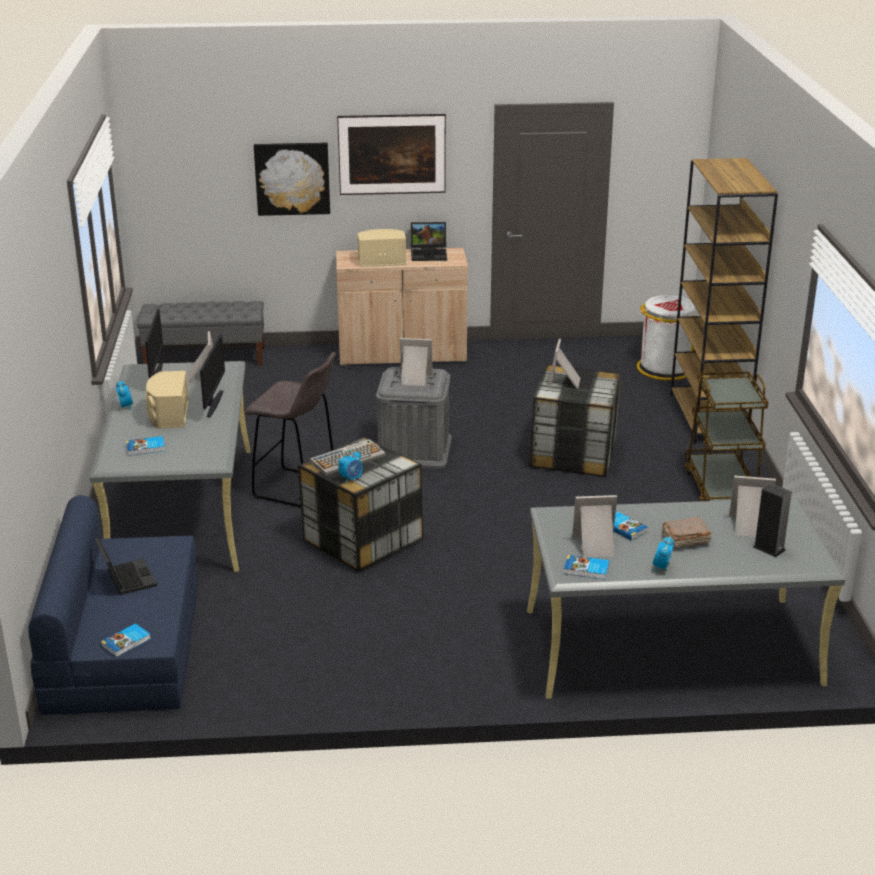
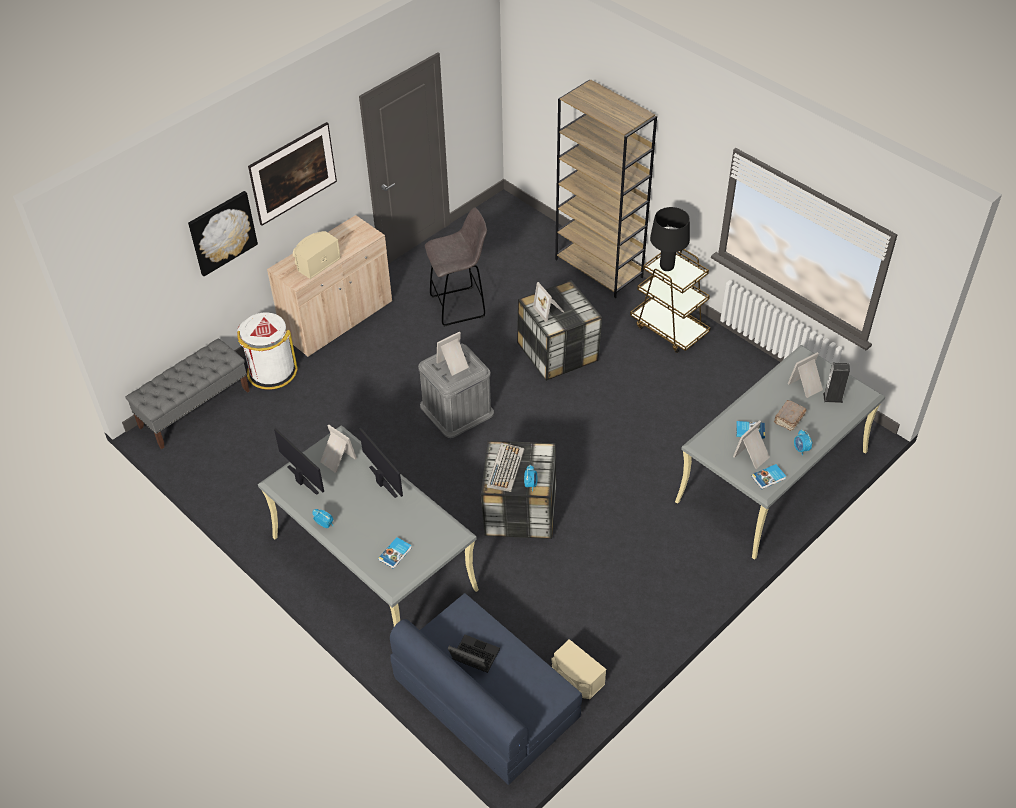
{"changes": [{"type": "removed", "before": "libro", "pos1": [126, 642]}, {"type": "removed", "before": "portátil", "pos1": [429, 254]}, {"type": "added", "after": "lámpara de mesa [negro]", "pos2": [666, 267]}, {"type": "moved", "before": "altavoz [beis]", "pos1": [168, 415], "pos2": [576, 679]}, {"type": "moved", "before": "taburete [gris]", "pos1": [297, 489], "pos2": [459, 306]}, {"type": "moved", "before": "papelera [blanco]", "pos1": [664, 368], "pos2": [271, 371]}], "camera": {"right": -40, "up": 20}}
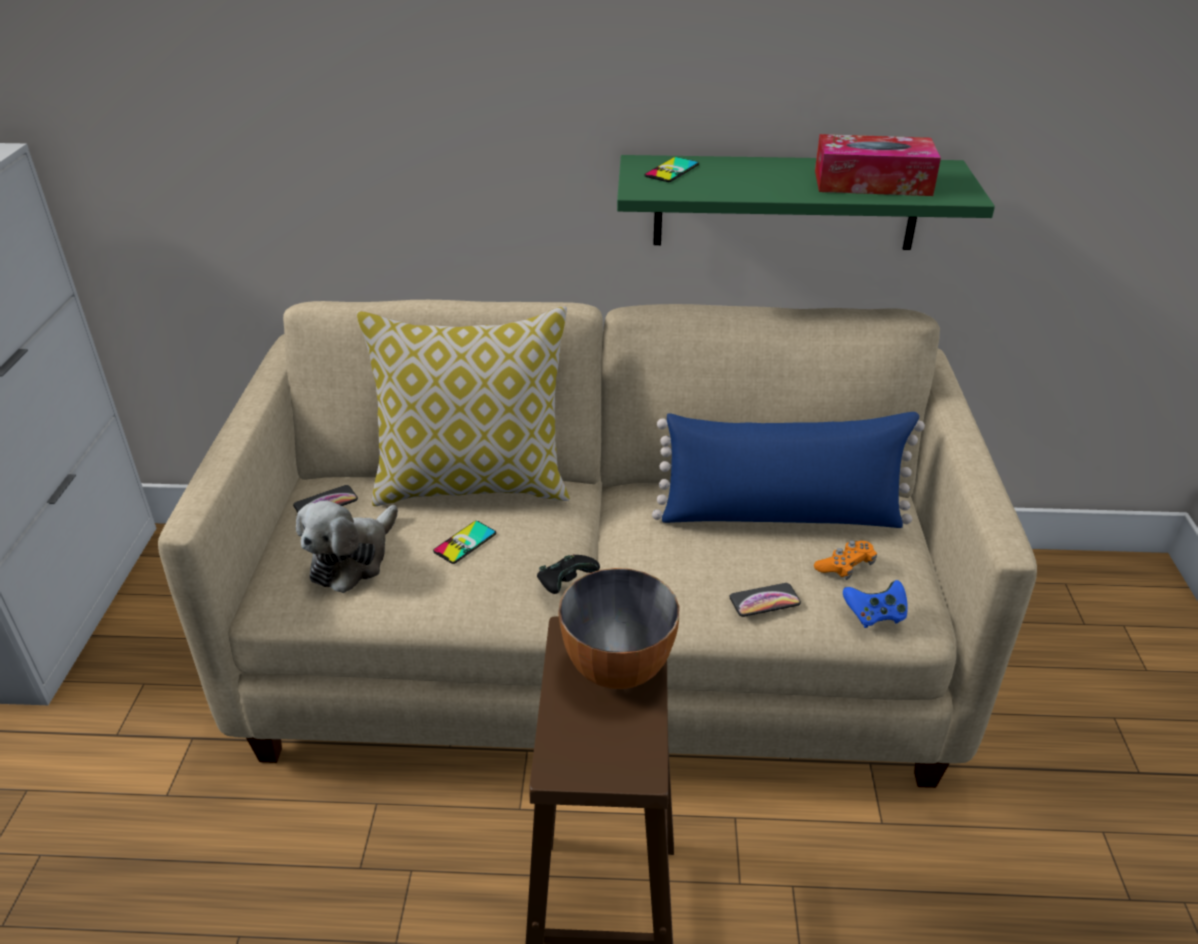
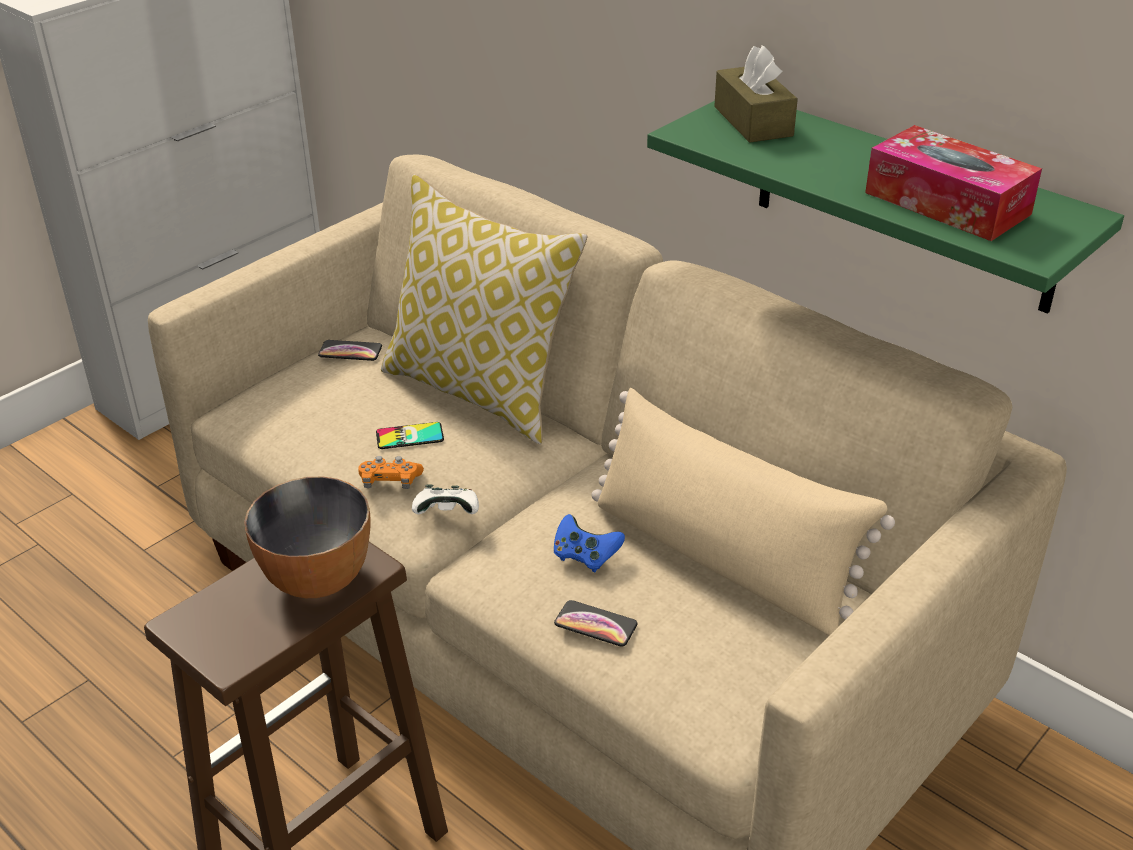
{"changes": [{"type": "removed", "before": "peluche", "pos1": [352, 559]}, {"type": "moved", "before": "mando de consola [naranja]", "pos1": [845, 567], "pos2": [390, 481]}, {"type": "moved", "before": "mando de consola [azul]", "pos1": [874, 615], "pos2": [585, 556]}, {"type": "replaced", "before": "móvil", "after": "caja de pañuelos [marrón]", "pos1": [672, 170], "pos2": [753, 121]}, {"type": "recoloured", "before": "mando de consola [negro]", "after": "mando de consola [blanco]", "pos1": [566, 584], "pos2": [448, 514]}, {"type": "recoloured", "before": "cojín [azul]", "after": "cojín [beis]", "pos1": [781, 516], "pos2": [722, 560]}], "camera": {"right": 40, "up": 0}}
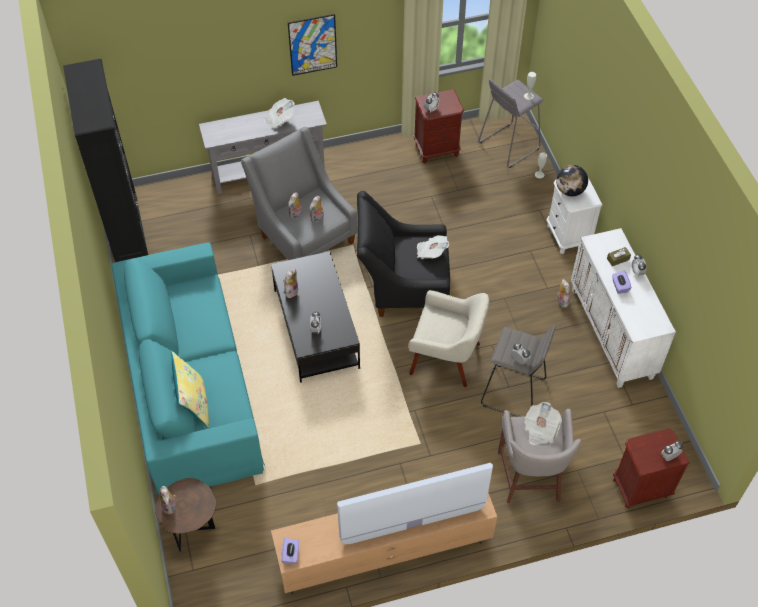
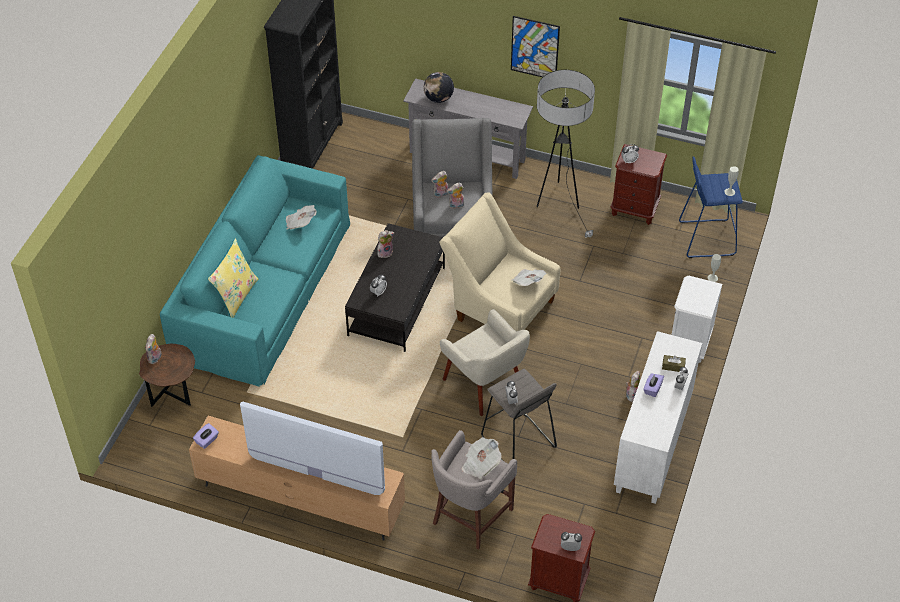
{"changes": [{"type": "added", "after": "lámpara de pie", "pos2": [559, 203]}, {"type": "moved", "before": "periódico", "pos1": [279, 119], "pos2": [300, 223]}, {"type": "moved", "before": "globo terráqueo", "pos1": [569, 191], "pos2": [438, 98]}, {"type": "recoloured", "before": "sillón [negro]", "after": "sillón [beis]", "pos1": [402, 287], "pos2": [499, 307]}, {"type": "recoloured", "before": "taburete [gris]", "after": "taburete [azul]", "pos1": [508, 145], "pos2": [706, 238]}], "camera": {"right": 35, "up": -5}}
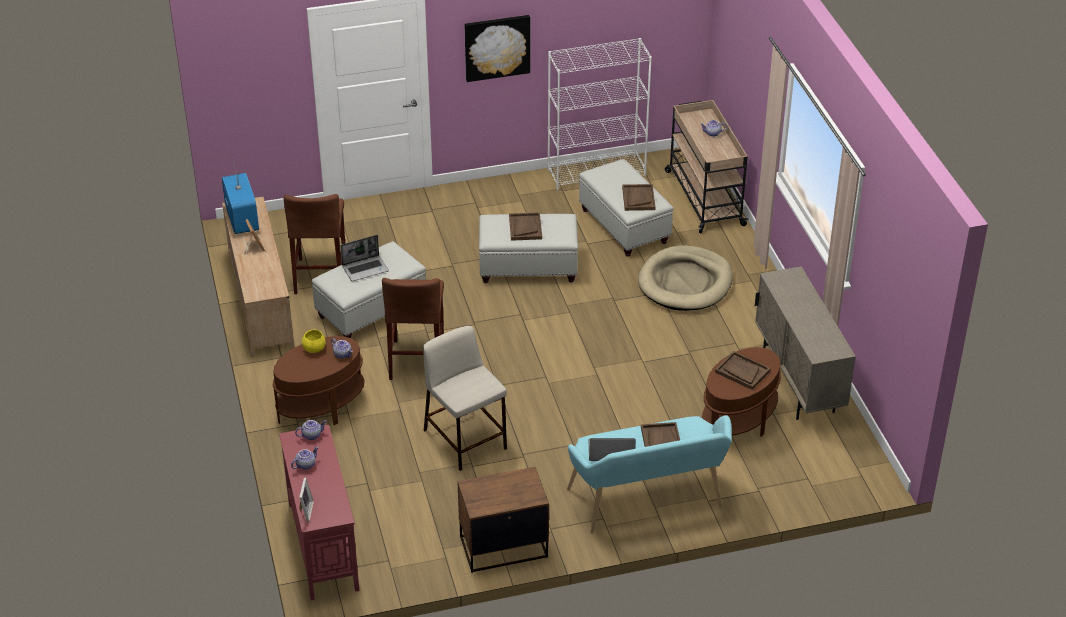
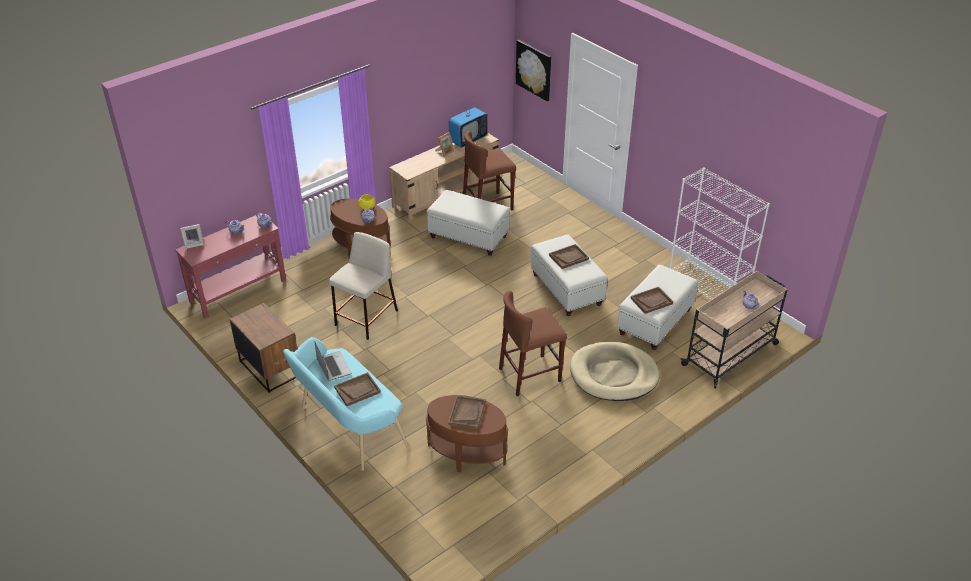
{"changes": [{"type": "removed", "before": "portátil", "pos1": [365, 269]}, {"type": "removed", "before": "armario [beis]", "pos1": [798, 384]}, {"type": "moved", "before": "taburete [marrón]", "pos1": [417, 360], "pos2": [530, 375]}, {"type": "moved", "before": "cuadro", "pos1": [497, 47], "pos2": [534, 70]}], "camera": {"right": 65, "up": 0}}
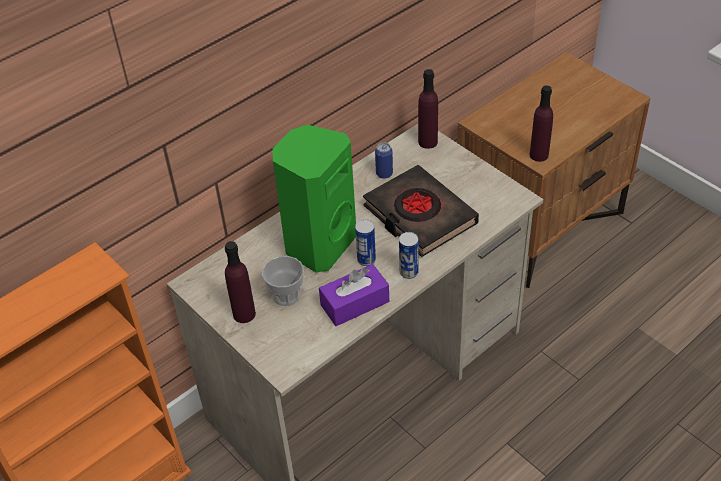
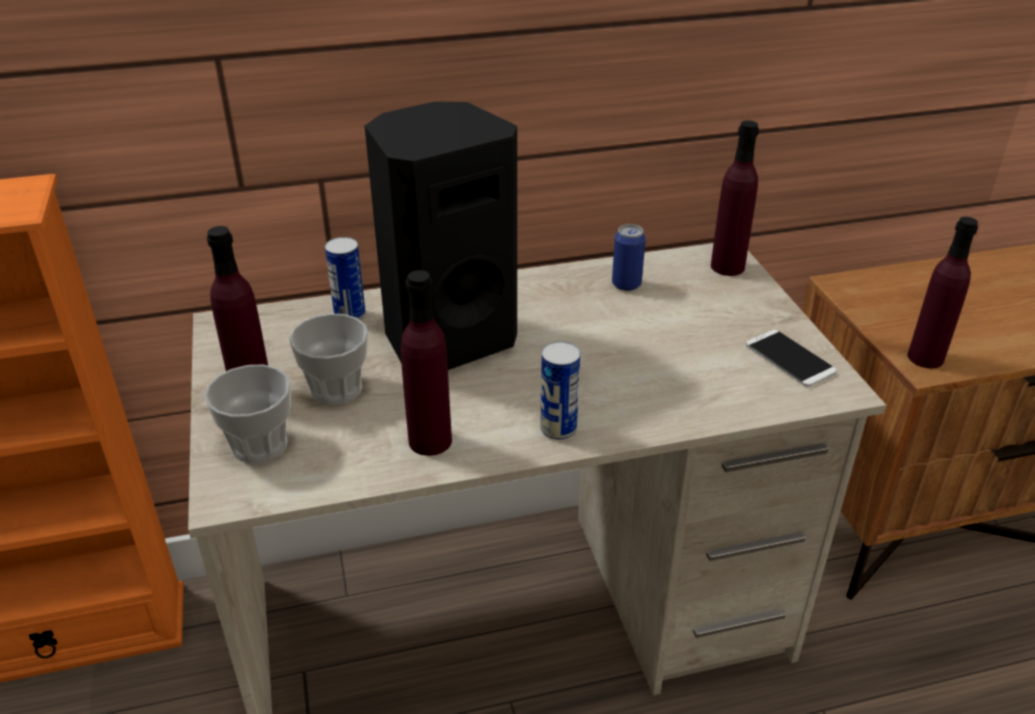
{"changes": [{"type": "removed", "before": "libro [negro]", "pos1": [419, 216]}, {"type": "added", "after": "taza", "pos2": [259, 445]}, {"type": "added", "after": "móvil", "pos2": [789, 359]}, {"type": "moved", "before": "lata", "pos1": [366, 259], "pos2": [350, 316]}, {"type": "replaced", "before": "caja de pañuelos [morado]", "after": "botella [morado]", "pos1": [355, 303], "pos2": [430, 441]}, {"type": "recoloured", "before": "altavoz [verde]", "after": "altavoz [negro]", "pos1": [318, 244], "pos2": [447, 339]}], "camera": {"right": 25, "up": -10}}
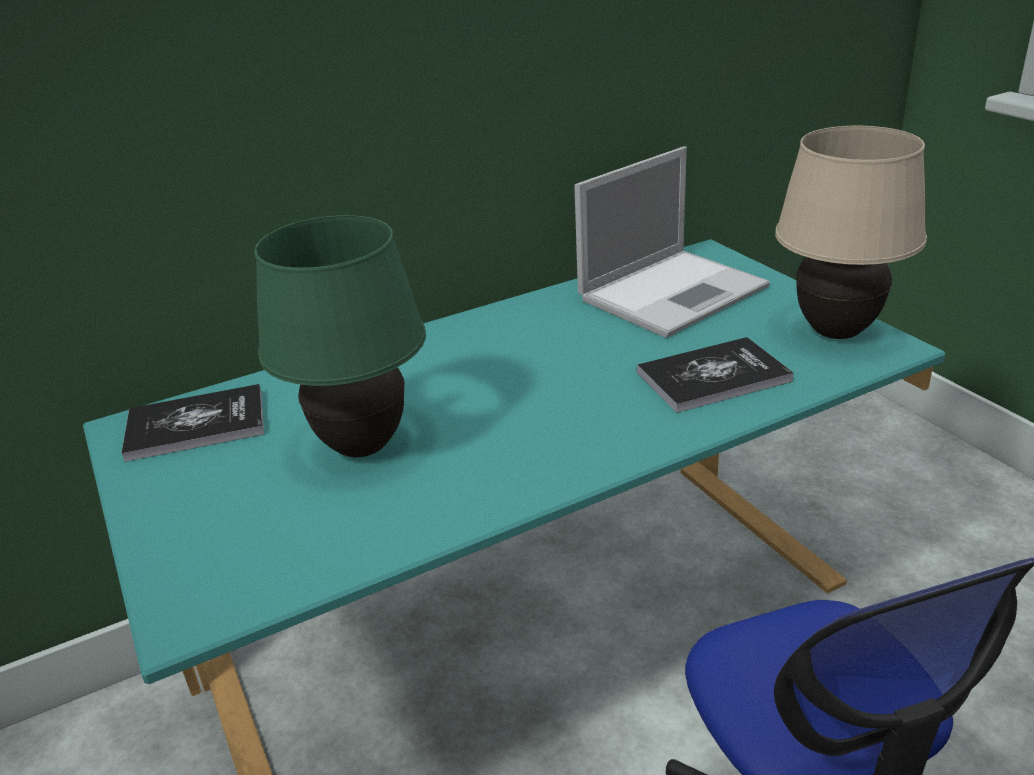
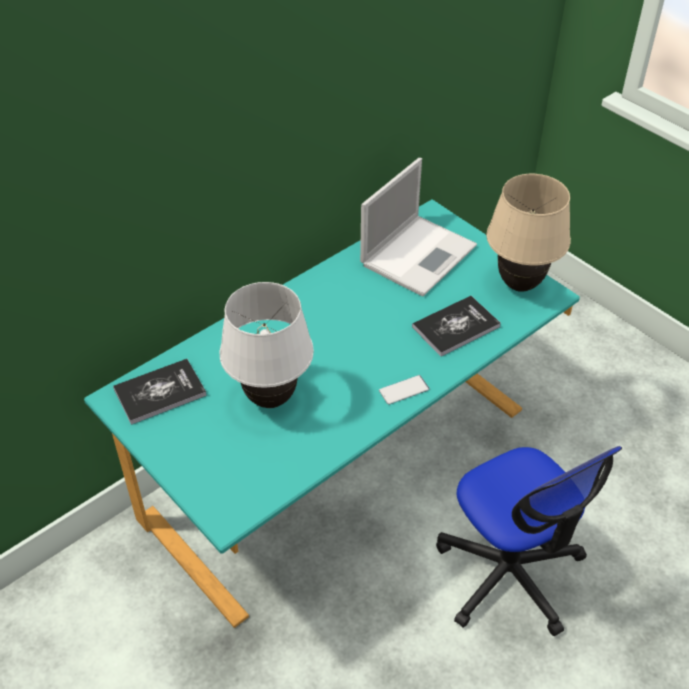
{"changes": [{"type": "added", "after": "móvil", "pos2": [404, 390]}, {"type": "recoloured", "before": "lámpara de mesa [verde]", "after": "lámpara de mesa [blanco]", "pos1": [361, 447], "pos2": [270, 399]}], "camera": {"right": -15, "up": 15}}
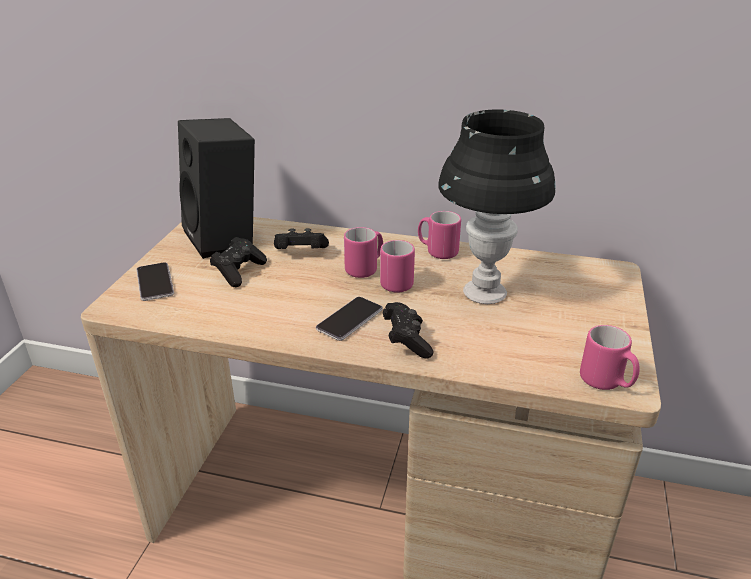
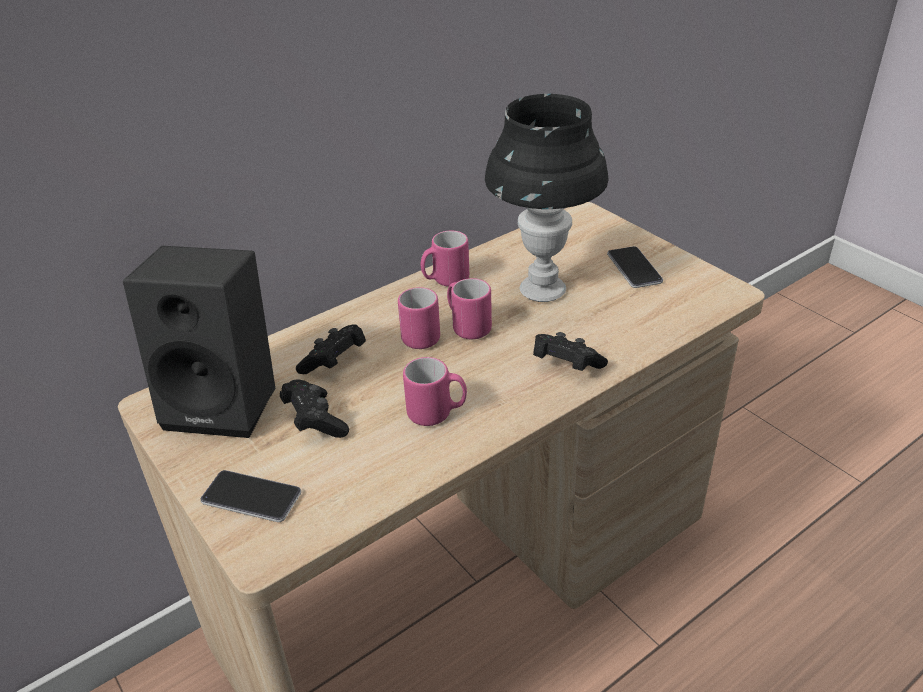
{"changes": [{"type": "moved", "before": "móvil", "pos1": [349, 319], "pos2": [634, 268]}, {"type": "moved", "before": "taza grande [rosa]", "pos1": [606, 383], "pos2": [437, 413]}], "camera": {"right": -50, "up": 5}}
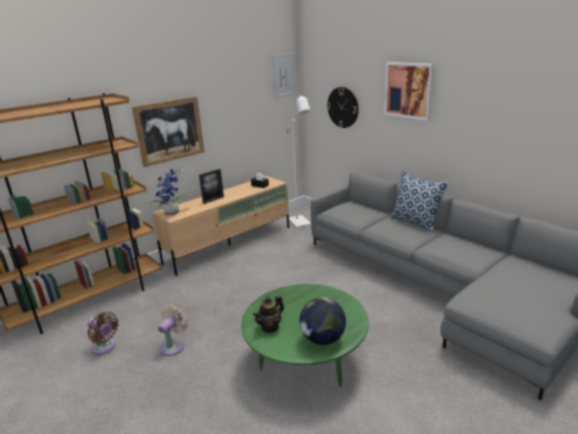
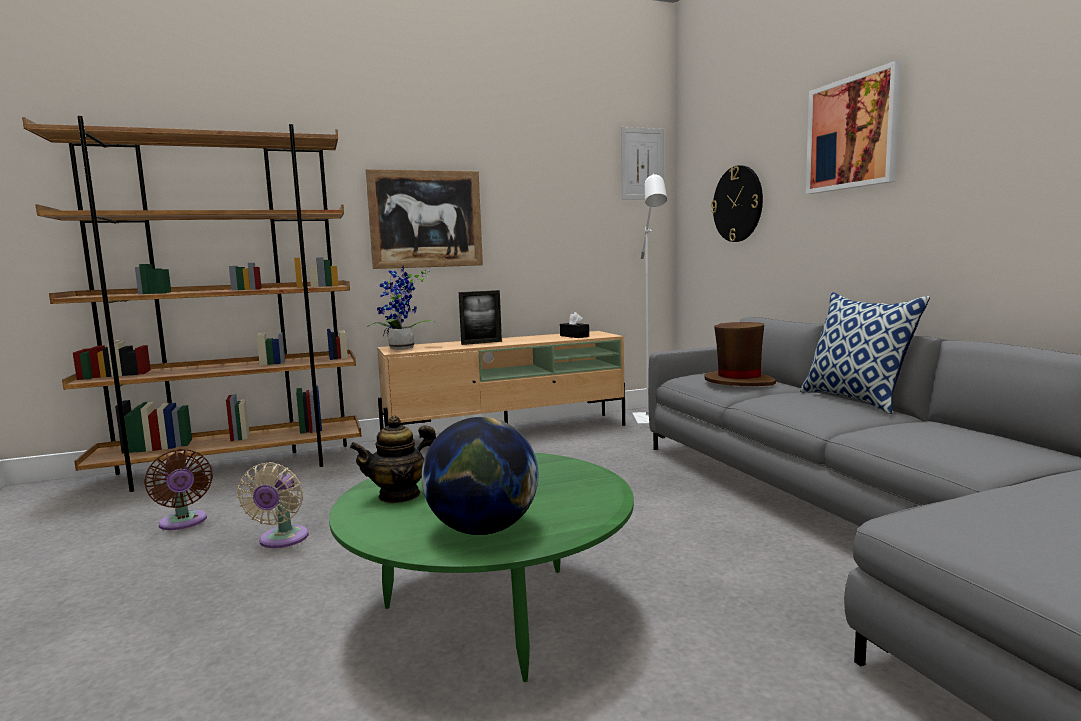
{"changes": [{"type": "added", "after": "sombrero [marrón]", "pos2": [739, 382]}, {"type": "turned", "before": "ventilador [beis]", "pos1": [173, 346], "pos2": [281, 540], "turn": 135}], "camera": {"right": 20, "up": -15}}
